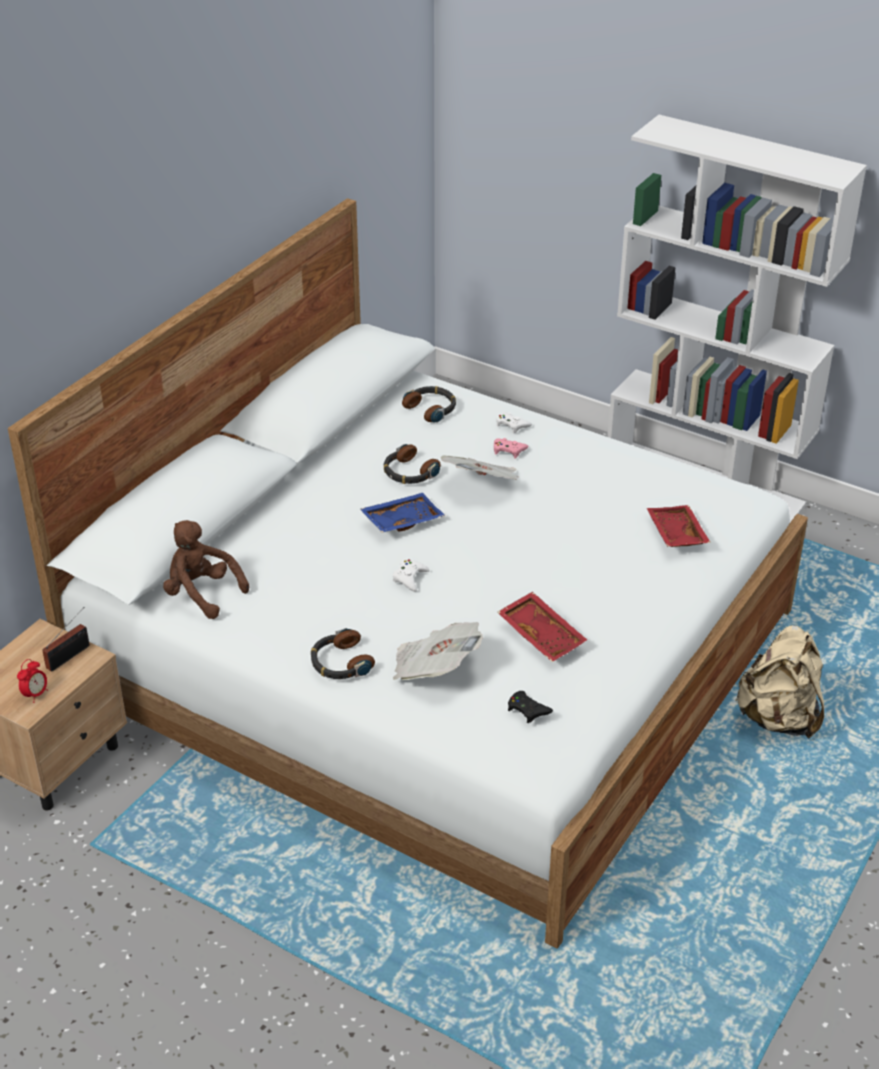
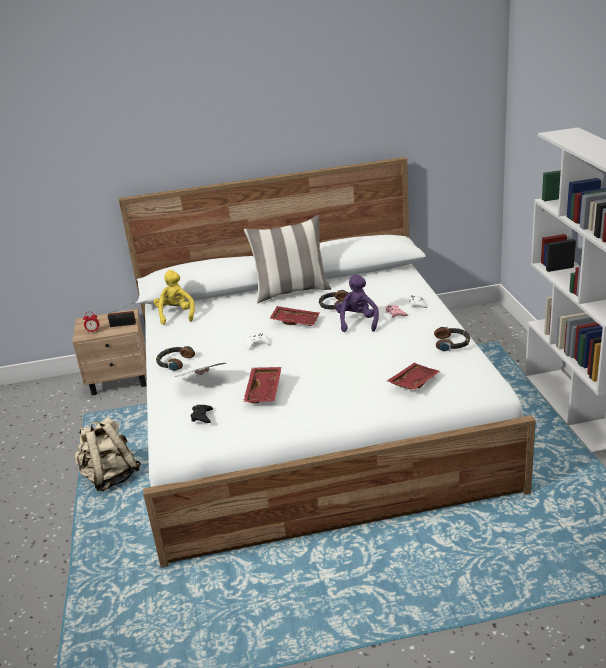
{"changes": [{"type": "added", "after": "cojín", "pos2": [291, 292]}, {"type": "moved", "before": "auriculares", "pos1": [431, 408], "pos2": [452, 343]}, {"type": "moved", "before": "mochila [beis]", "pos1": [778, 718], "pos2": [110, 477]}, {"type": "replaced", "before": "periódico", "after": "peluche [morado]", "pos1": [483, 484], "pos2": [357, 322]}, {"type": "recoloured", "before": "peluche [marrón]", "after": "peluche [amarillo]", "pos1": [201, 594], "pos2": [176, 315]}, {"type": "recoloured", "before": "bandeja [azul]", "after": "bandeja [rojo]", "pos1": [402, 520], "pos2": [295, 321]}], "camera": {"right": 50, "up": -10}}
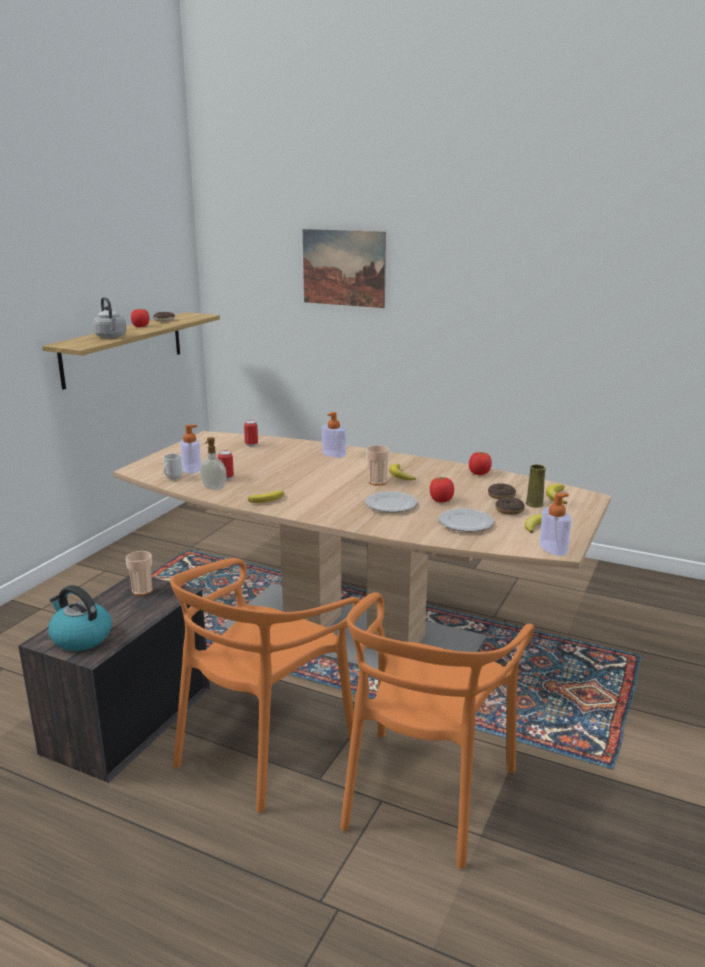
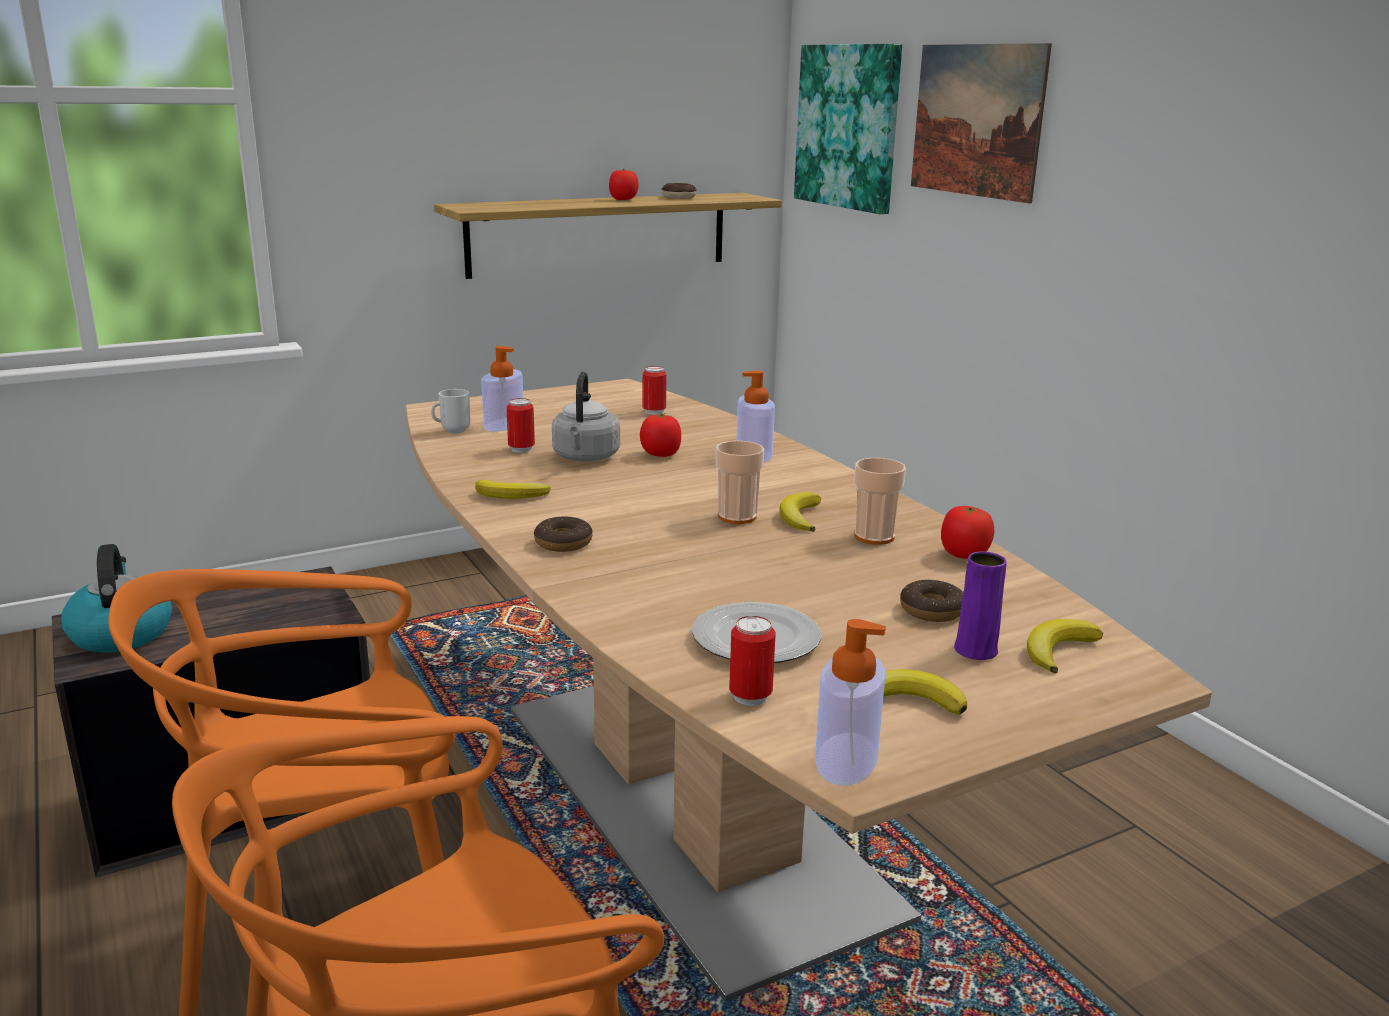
{"changes": [{"type": "removed", "before": "dispensador de jabón", "pos1": [213, 488]}, {"type": "removed", "before": "plato", "pos1": [390, 505]}, {"type": "added", "after": "lata", "pos2": [750, 697]}, {"type": "added", "after": "cuadro", "pos2": [849, 127]}, {"type": "moved", "before": "hervidor [gris]", "pos1": [111, 337], "pos2": [585, 458]}, {"type": "moved", "before": "taza", "pos1": [142, 590], "pos2": [874, 537]}, {"type": "moved", "before": "tomate", "pos1": [441, 501], "pos2": [661, 454]}, {"type": "moved", "before": "rosquilla", "pos1": [509, 510], "pos2": [563, 543]}, {"type": "recoloured", "before": "florero [amarillo]", "after": "florero [morado]", "pos1": [534, 504], "pos2": [975, 650]}], "camera": {"right": 35, "up": 0}}
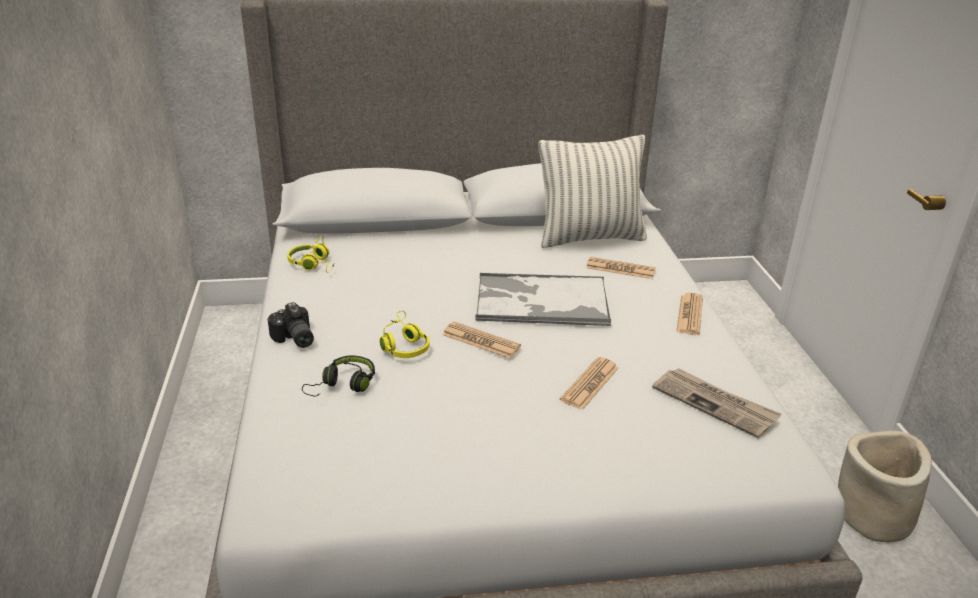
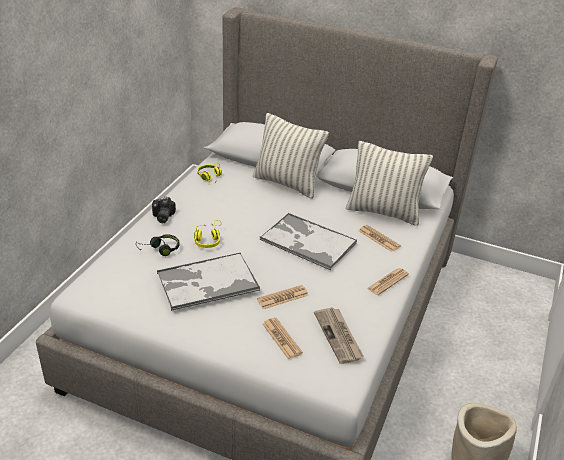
{"changes": [{"type": "added", "after": "bandeja", "pos2": [207, 282]}, {"type": "added", "after": "cojín", "pos2": [287, 183]}, {"type": "moved", "before": "periódico", "pos1": [481, 341], "pos2": [281, 338]}], "camera": {"right": 30, "up": 5}}
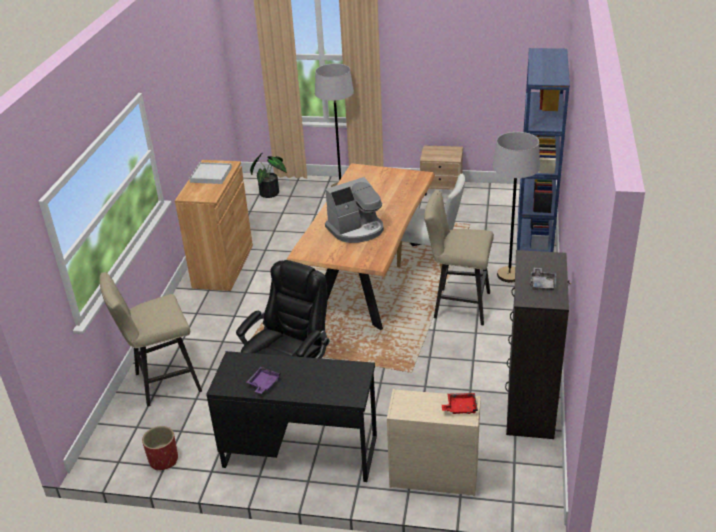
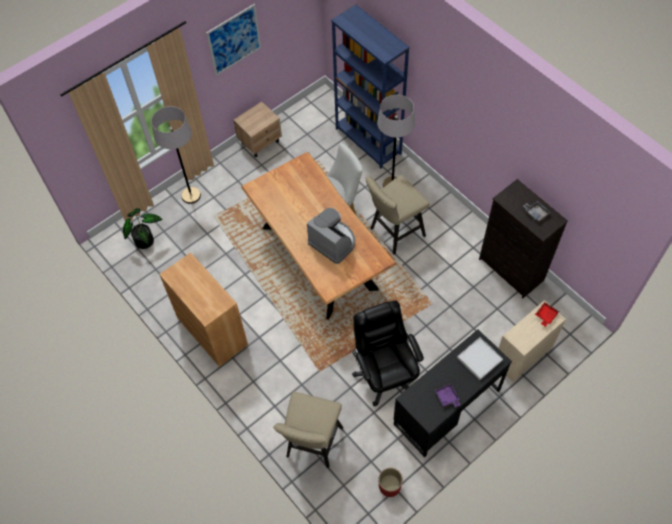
{"changes": [{"type": "added", "after": "cuadro", "pos2": [234, 40]}, {"type": "moved", "before": "bandeja [blanco]", "pos1": [211, 175], "pos2": [479, 359]}, {"type": "turned", "before": "cafetera", "pos1": [356, 229], "pos2": [333, 242], "turn": -60}], "camera": {"right": -50, "up": 25}}
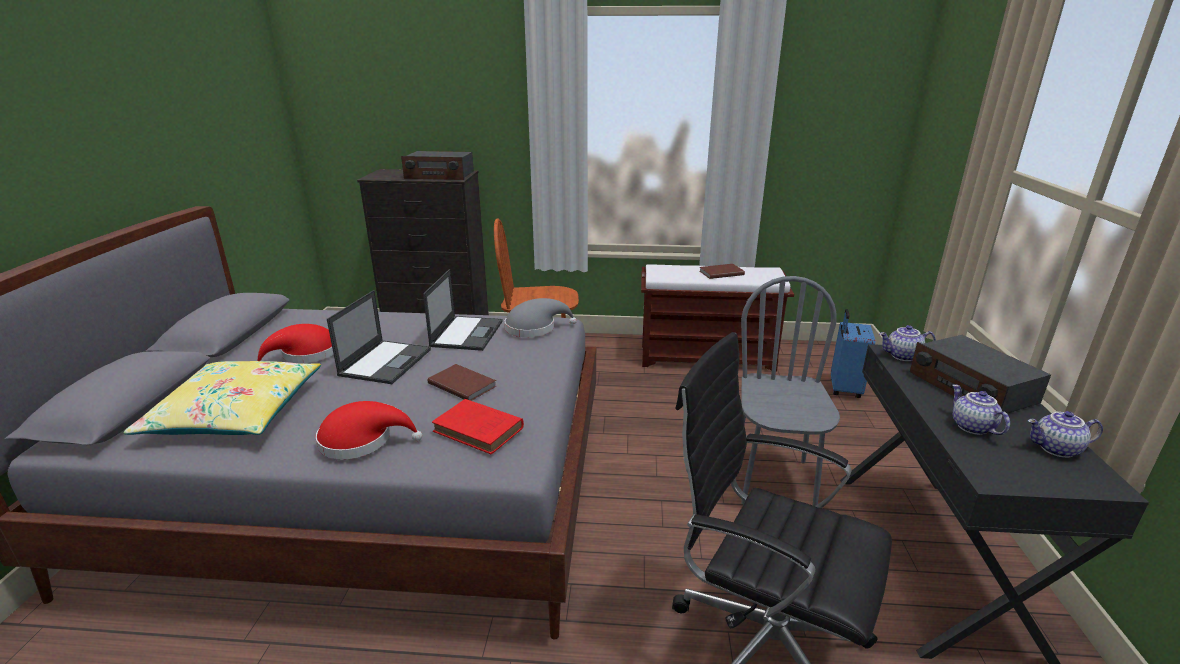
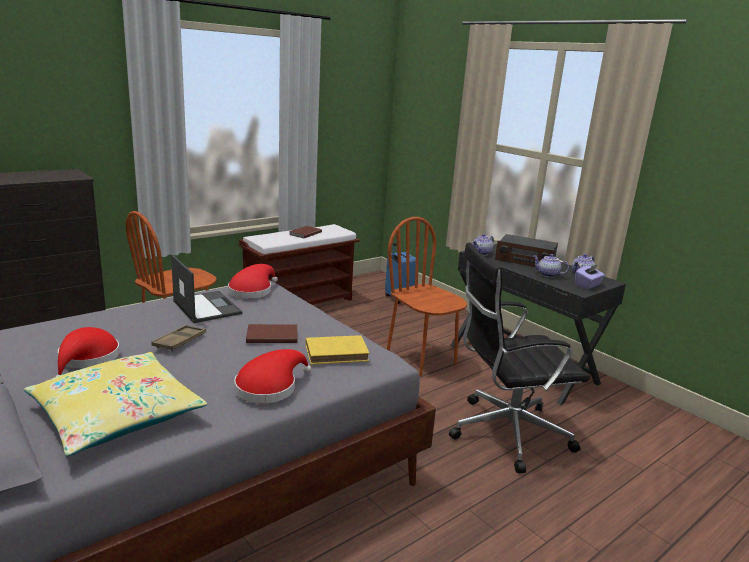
{"changes": [{"type": "removed", "before": "radio", "pos1": [440, 175]}, {"type": "added", "after": "caja de pañuelos [morado]", "pos2": [588, 285]}, {"type": "replaced", "before": "portátil", "after": "bandeja [marrón]", "pos1": [386, 362], "pos2": [180, 341]}, {"type": "recoloured", "before": "libro [rojo]", "after": "libro [amarillo]", "pos1": [480, 431], "pos2": [338, 353]}, {"type": "recoloured", "before": "sombrero [gris]", "after": "sombrero [rojo]", "pos1": [534, 328], "pos2": [252, 291]}, {"type": "recoloured", "before": "silla [gris]", "after": "silla [marrón]", "pos1": [773, 481], "pos2": [421, 359]}], "camera": {"right": -45, "up": -5}}
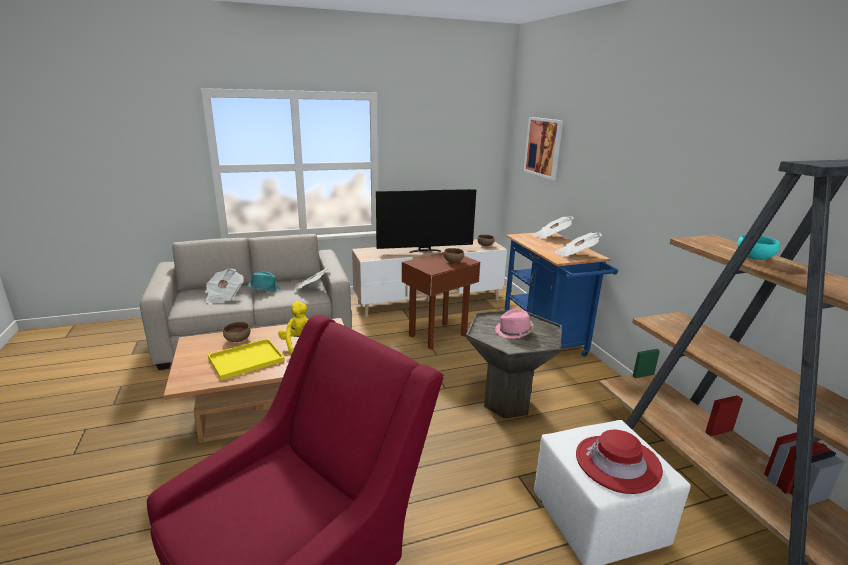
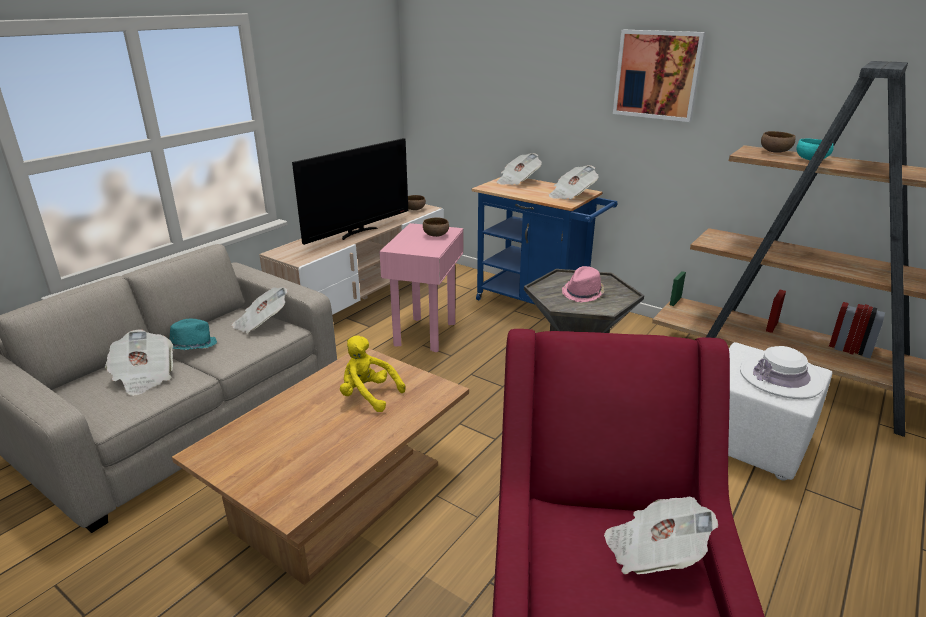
{"changes": [{"type": "removed", "before": "bandeja [amarillo]", "pos1": [247, 359]}, {"type": "added", "after": "periódico", "pos2": [653, 553]}, {"type": "moved", "before": "cuenco [marrón]", "pos1": [237, 340], "pos2": [776, 152]}, {"type": "moved", "before": "cuadro", "pos1": [543, 147], "pos2": [657, 75]}, {"type": "recoloured", "before": "mesa auxiliar [marrón]", "after": "mesa auxiliar [rosa]", "pos1": [438, 335], "pos2": [426, 334]}, {"type": "recoloured", "before": "sombrero [rojo]", "after": "sombrero [blanco]", "pos1": [617, 464], "pos2": [781, 377]}], "camera": {"right": -35, "up": 5}}
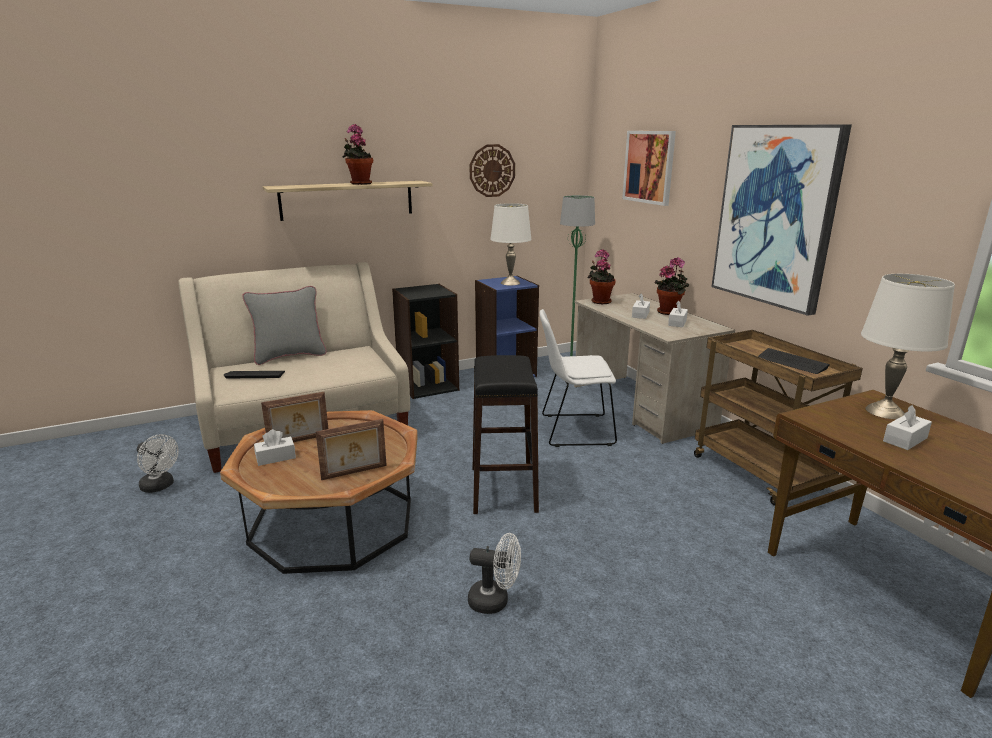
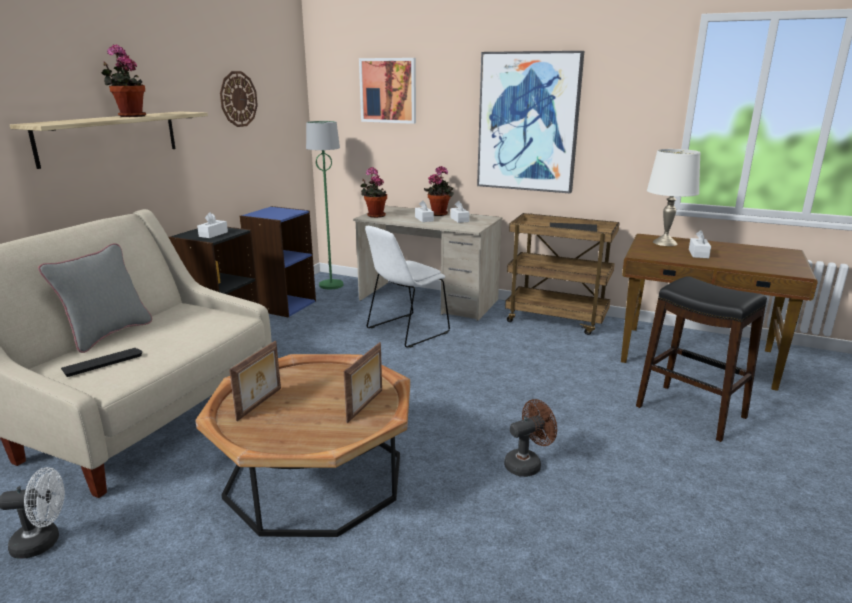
{"changes": [{"type": "removed", "before": "lámpara de mesa [blanco]", "pos1": [510, 283]}, {"type": "moved", "before": "caja de pañuelos [blanco]", "pos1": [276, 457], "pos2": [213, 234]}, {"type": "moved", "before": "taburete [negro]", "pos1": [503, 489], "pos2": [690, 412]}, {"type": "recoloured", "before": "ventilador [blanco]", "after": "ventilador [marrón]", "pos1": [495, 601], "pos2": [527, 464]}], "camera": {"right": -40, "up": 0}}
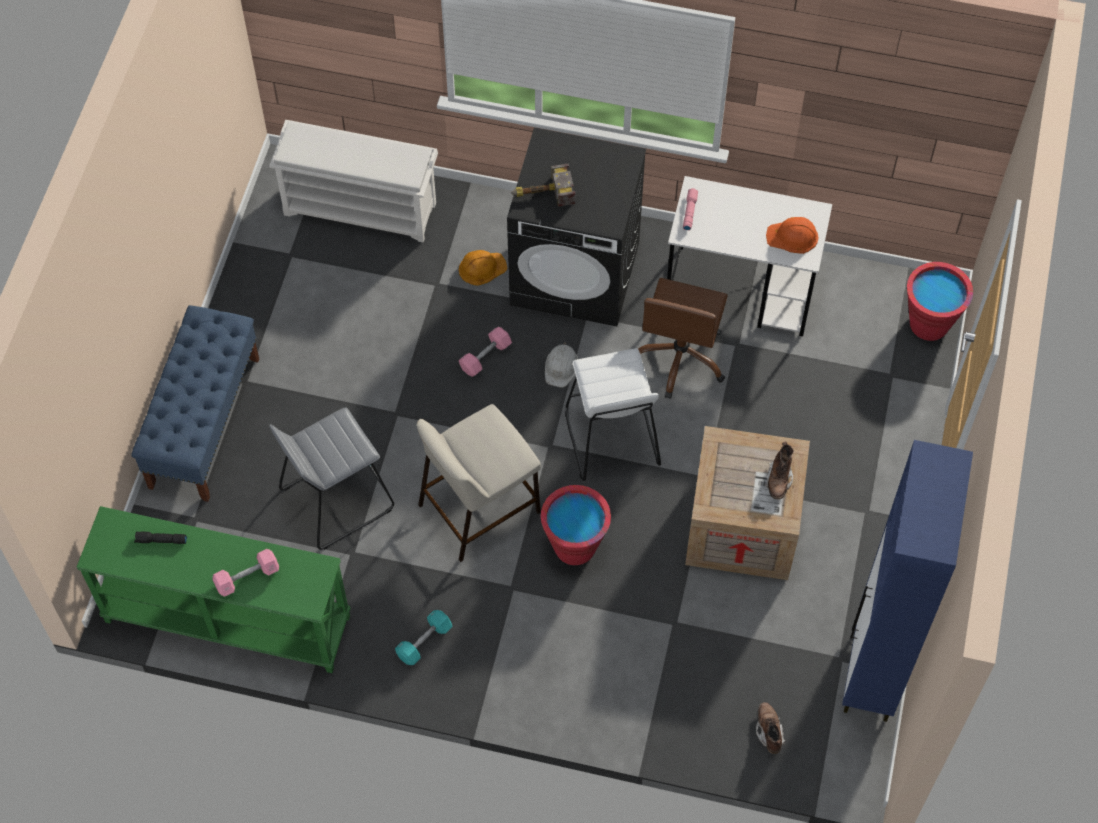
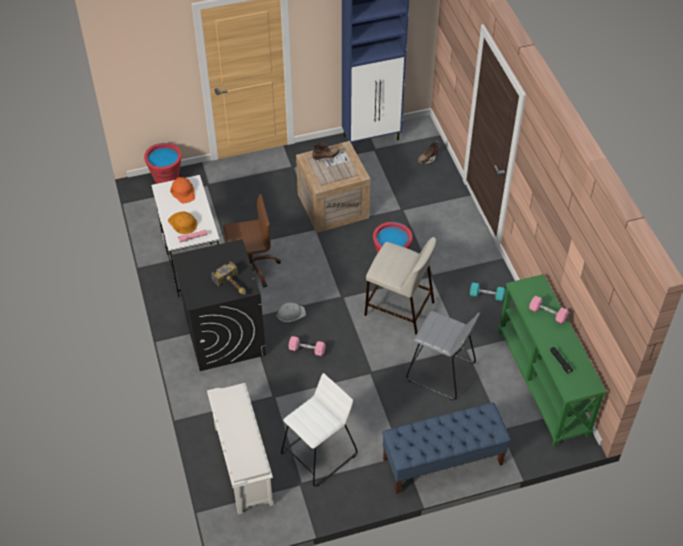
{"changes": [{"type": "moved", "before": "casco [naranja]", "pos1": [481, 268], "pos2": [183, 223]}, {"type": "moved", "before": "taburete [blanco]", "pos1": [611, 438], "pos2": [319, 454]}], "camera": {"right": -120, "up": -10}}
